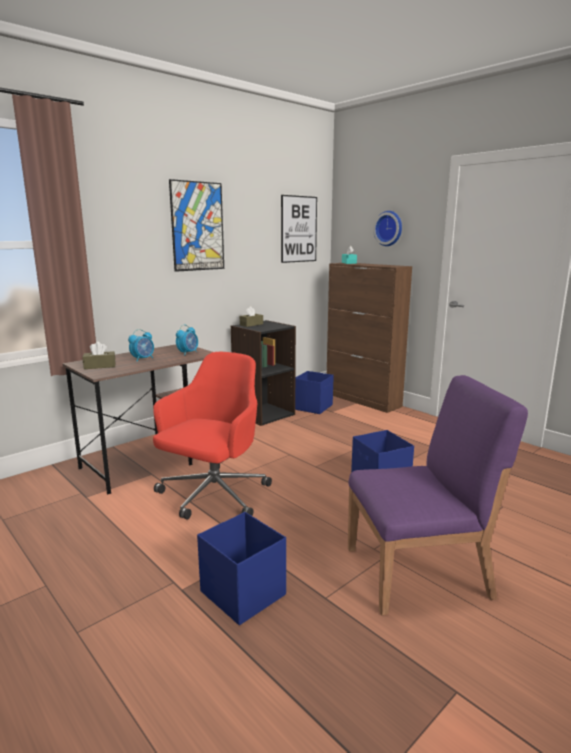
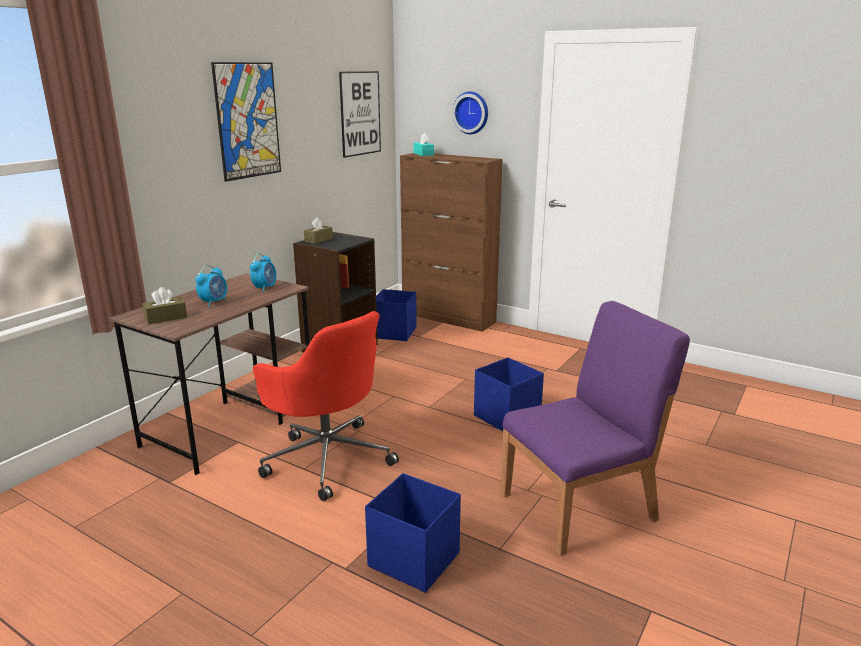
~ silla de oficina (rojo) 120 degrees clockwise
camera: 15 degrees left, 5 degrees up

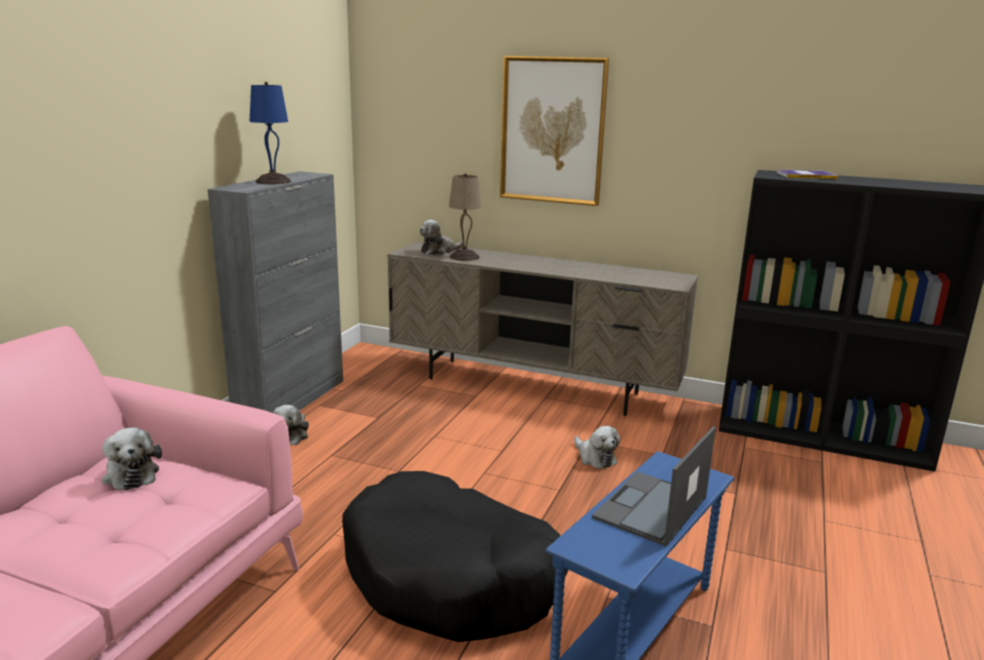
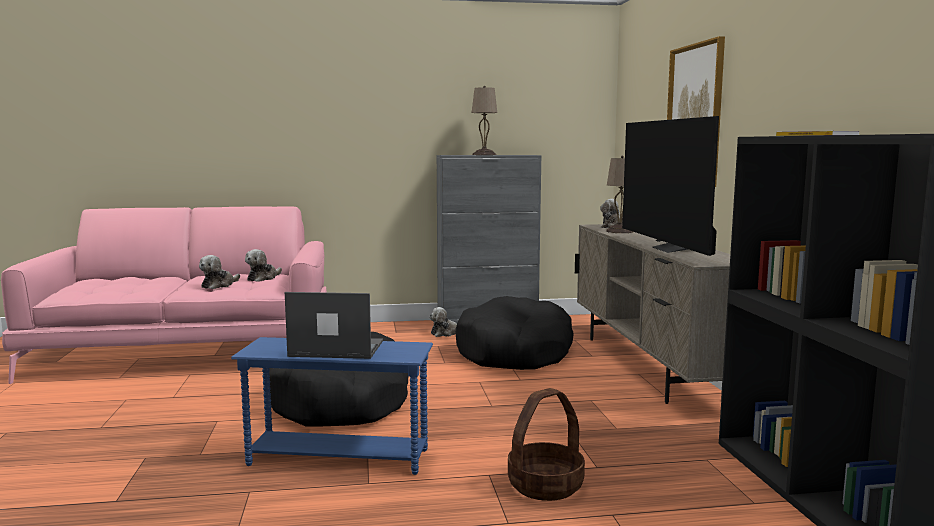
+ cama para perro (negro) (2nd from left)
+ cesta
+ televisor
~ peluche (4th from left in the first image) to peluche (1st from left)
~ lámpara de mesa (azul) to lámpara de mesa (beis) (1st from left)
camera: 60 degrees right, 10 degrees down

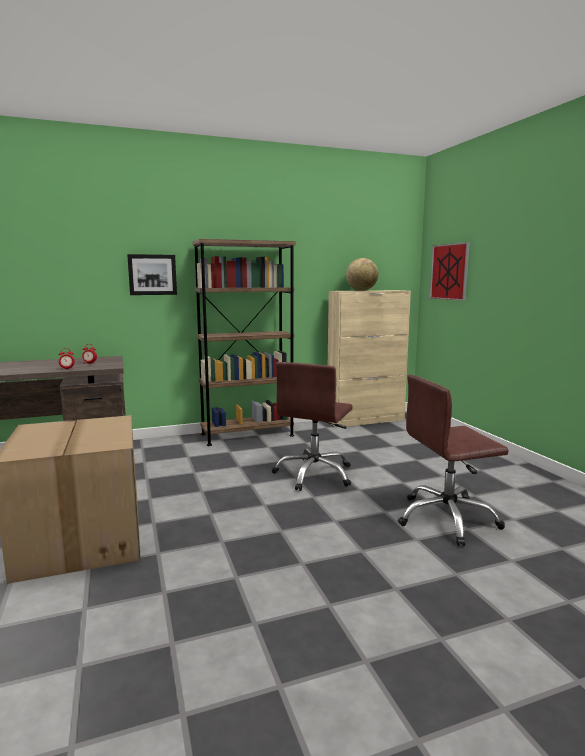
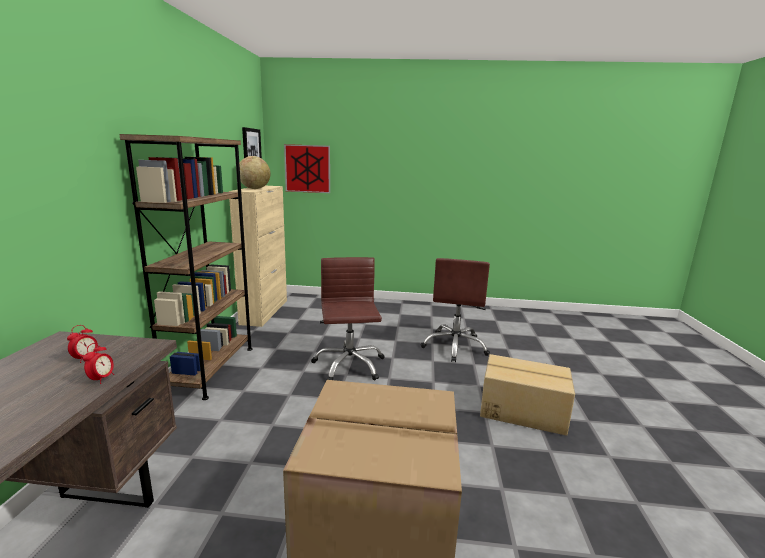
+ caja de cartón (2nd from left)
~ cuadro (1st from left)
~ silla de oficina (marrón) (1st from left) 150 degrees counterclockwise
camera: 65 degrees left, 5 degrees up

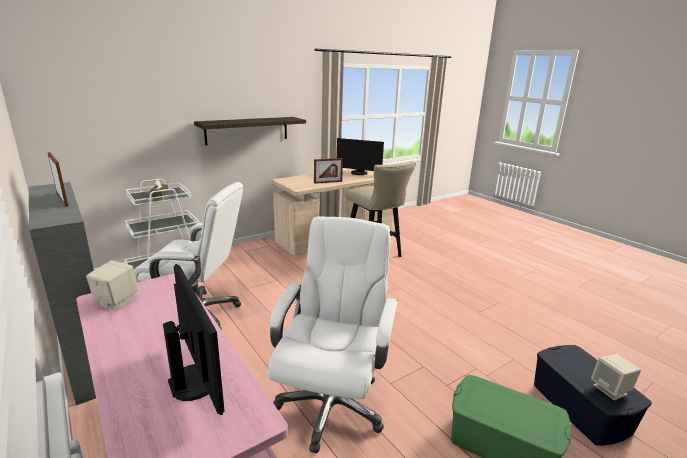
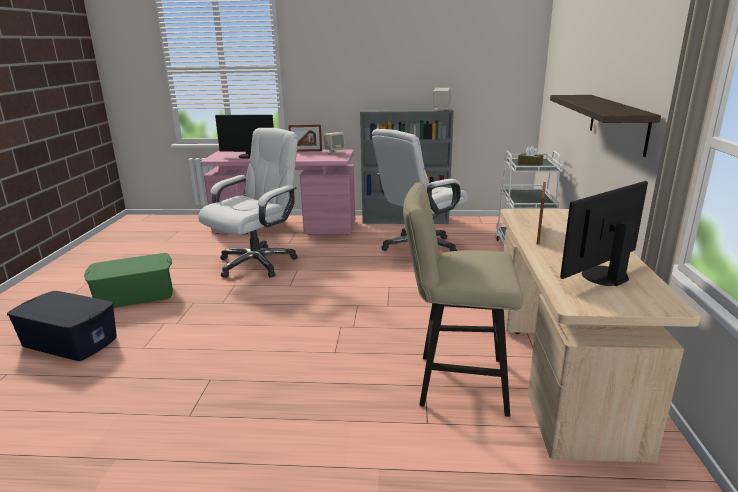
~ portarretratos (1st from left)
~ altavoz (beis) (2nd from left)
~ silla de oficina (blanco) (2nd from left in the first image) 105 degrees counterclockwise
camera: 130 degrees right, 0 degrees up

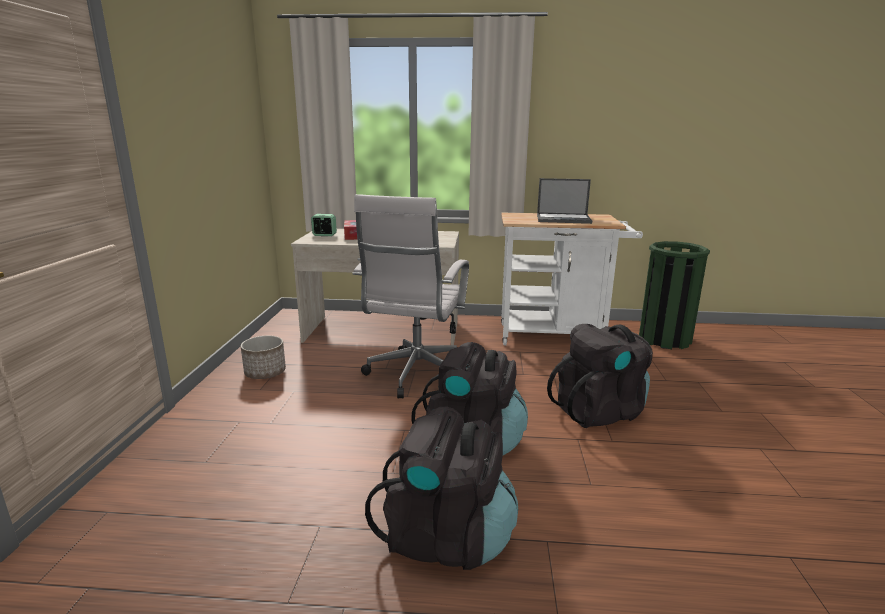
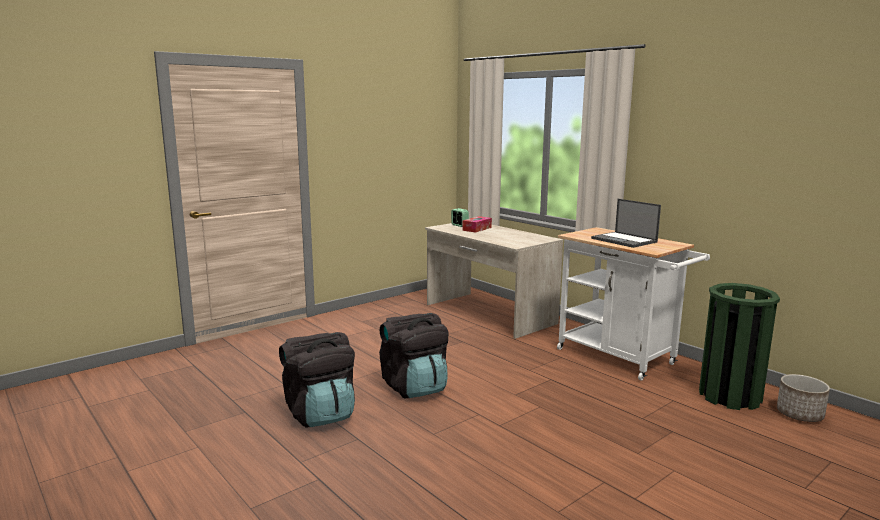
- silla de oficina (blanco)
- mochila (negro) (3rd from left)
~ maceta
camera: 45 degrees right, 5 degrees down

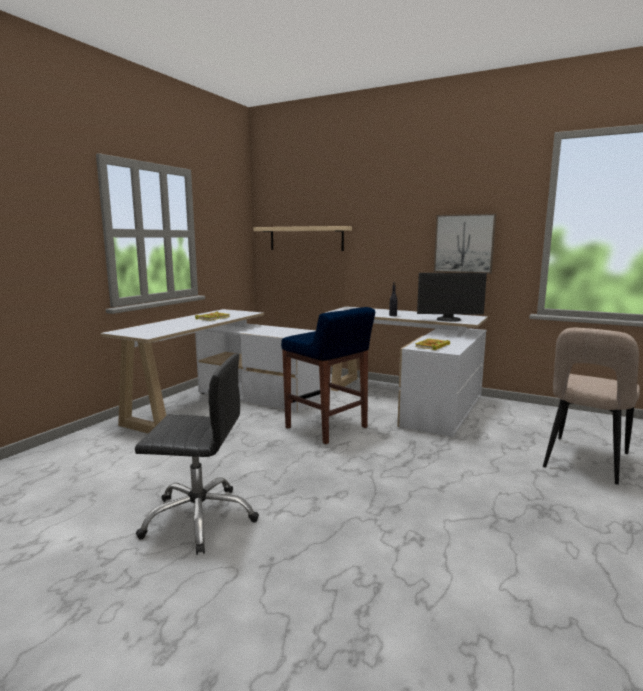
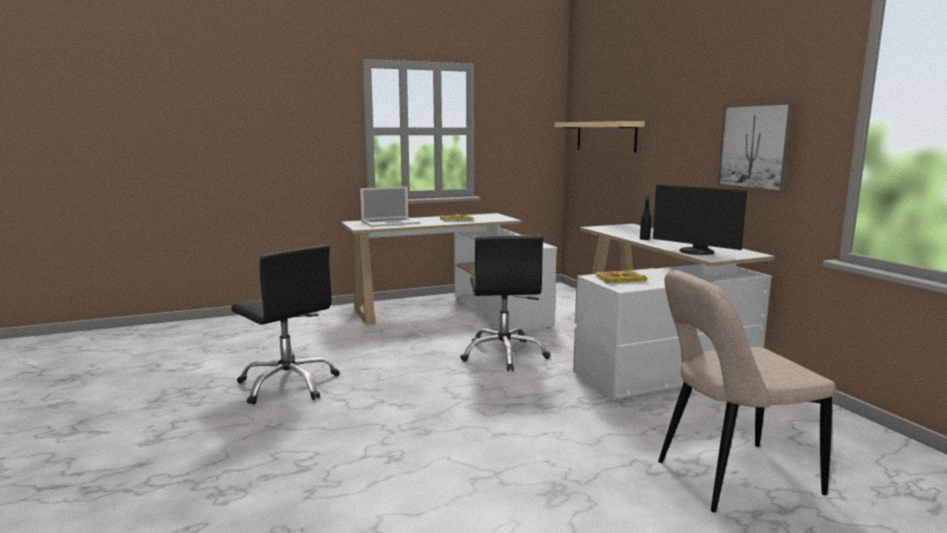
+ portátil
~ taburete (azul) to silla de oficina (negro) (2nd from left)
camera: 40 degrees right, 0 degrees up

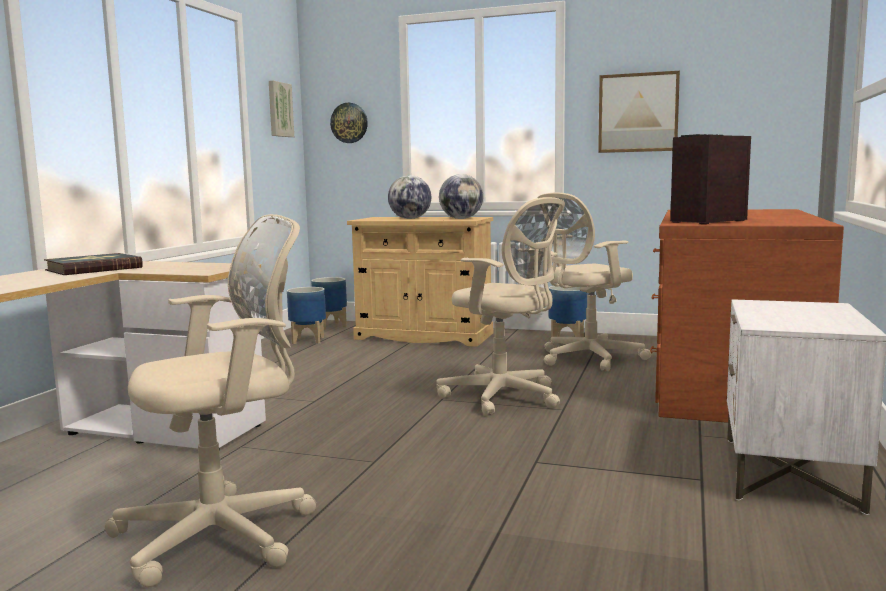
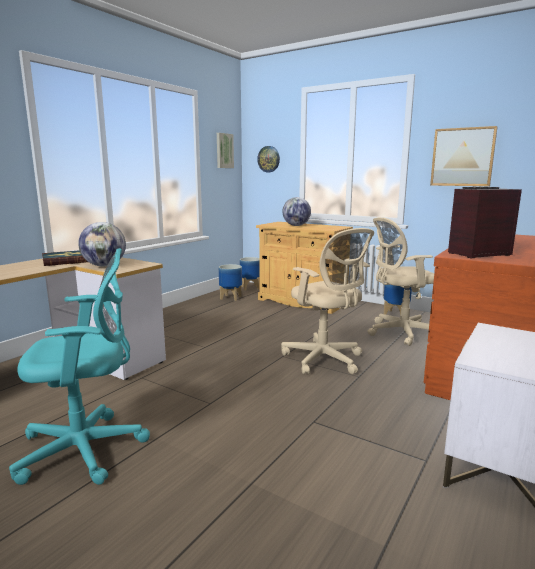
~ globo terráqueo (2nd from left in the first image) to globo terráqueo (1st from left)
~ silla de oficina (beis) (1st from left) to silla de oficina (turquesa)
camera: 15 degrees right, 5 degrees up

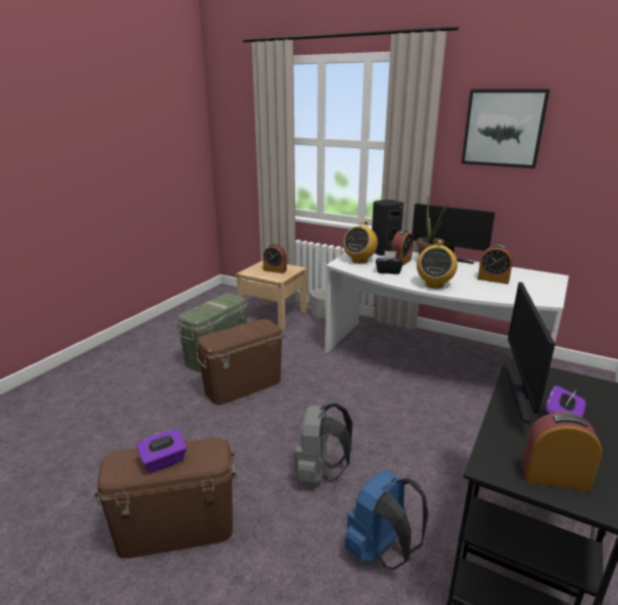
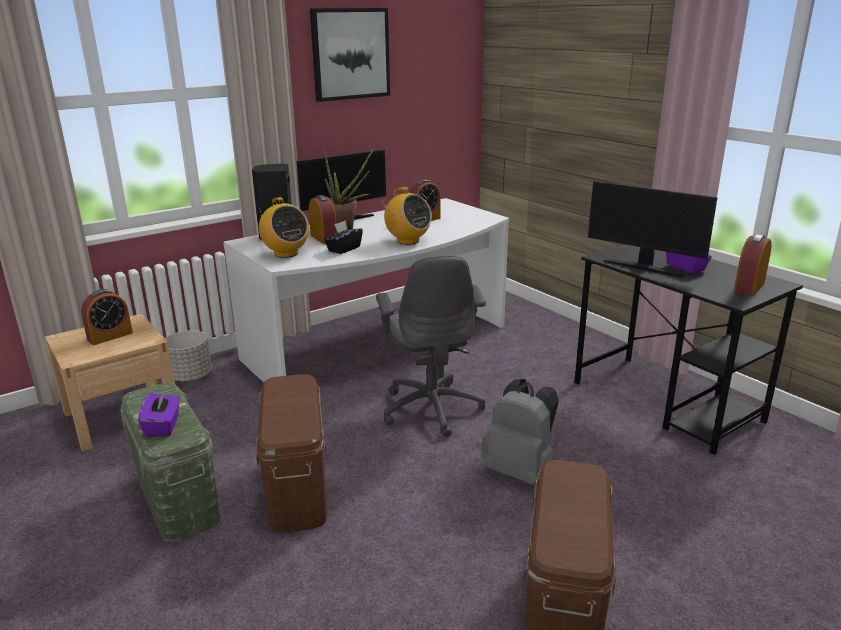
- mochila (azul)
+ silla de oficina (gris)
~ caja de pañuelos (morado) (1st from left)
camera: 65 degrees left, 0 degrees up

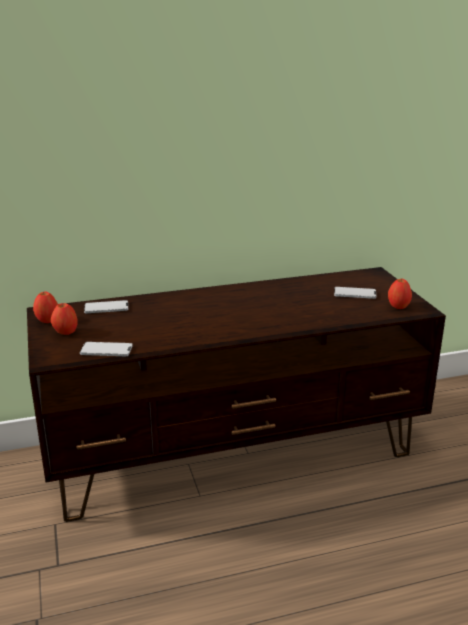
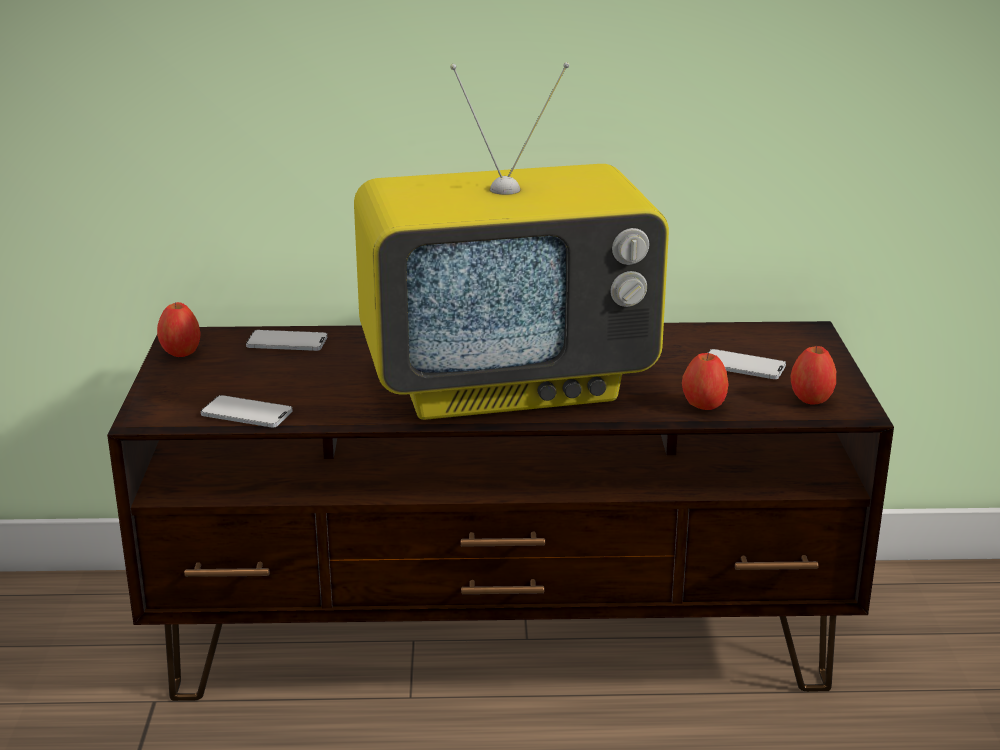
+ televisor
~ manzana (2nd from left)
camera: 15 degrees right, 0 degrees up

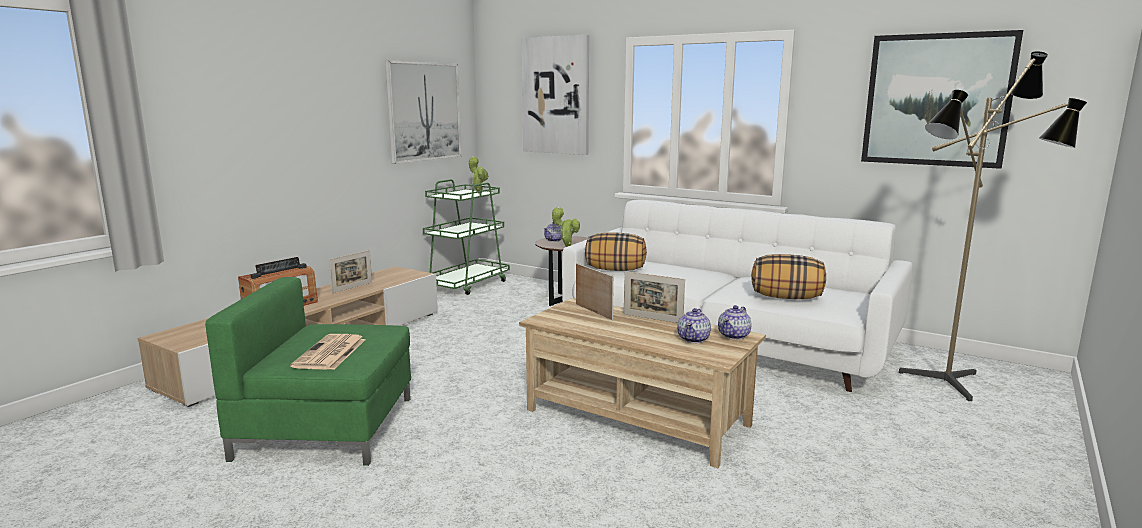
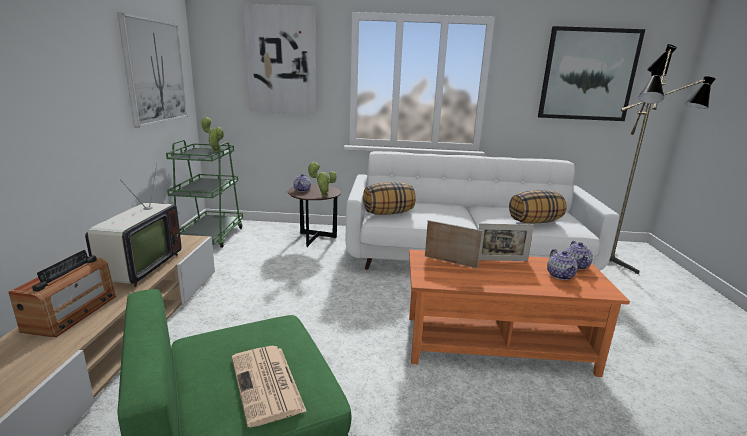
~ portarretratos (1st from left) to televisor
~ mesa de centro (beis) to mesa de centro (naranja)
camera: 30 degrees left, 5 degrees up

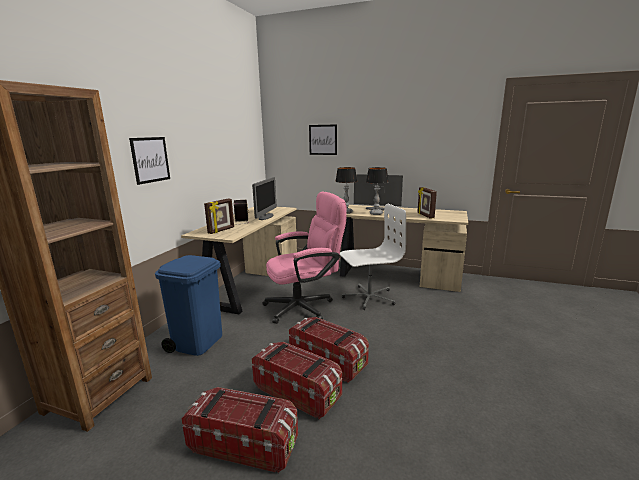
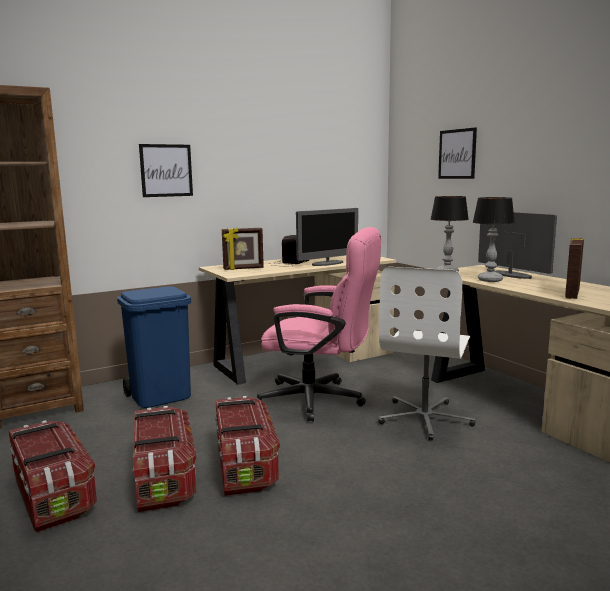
~ silla de oficina (blanco) 90 degrees clockwise
camera: 40 degrees right, 5 degrees down

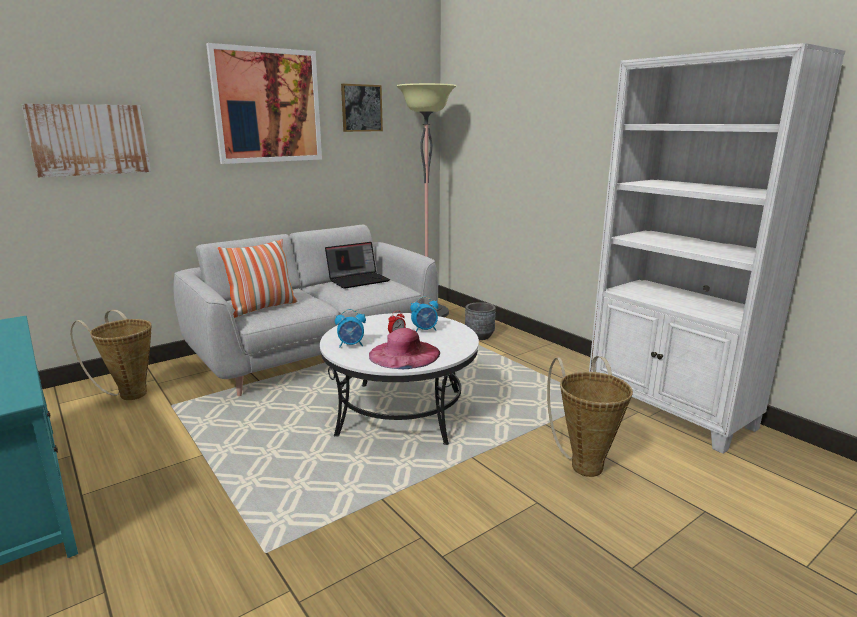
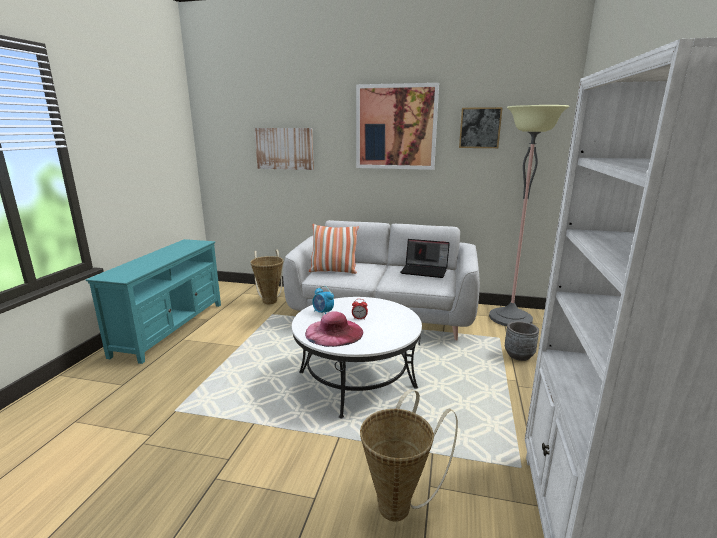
- despertador (3rd from left)
camera: 50 degrees right, 0 degrees up

